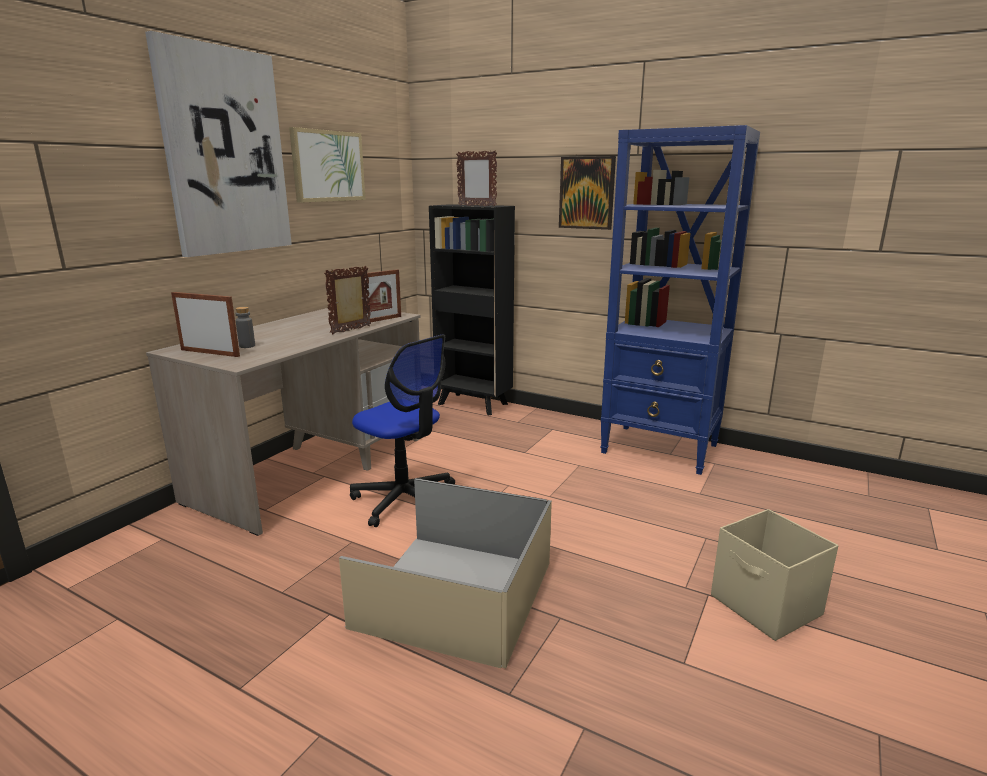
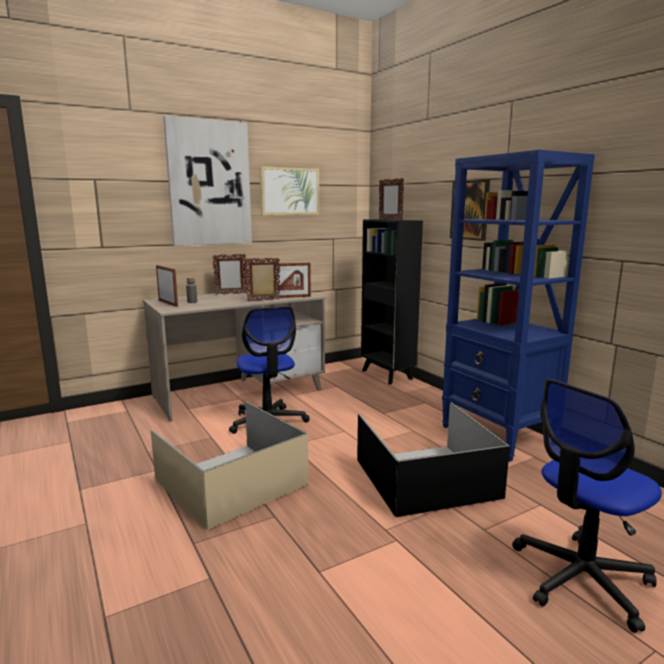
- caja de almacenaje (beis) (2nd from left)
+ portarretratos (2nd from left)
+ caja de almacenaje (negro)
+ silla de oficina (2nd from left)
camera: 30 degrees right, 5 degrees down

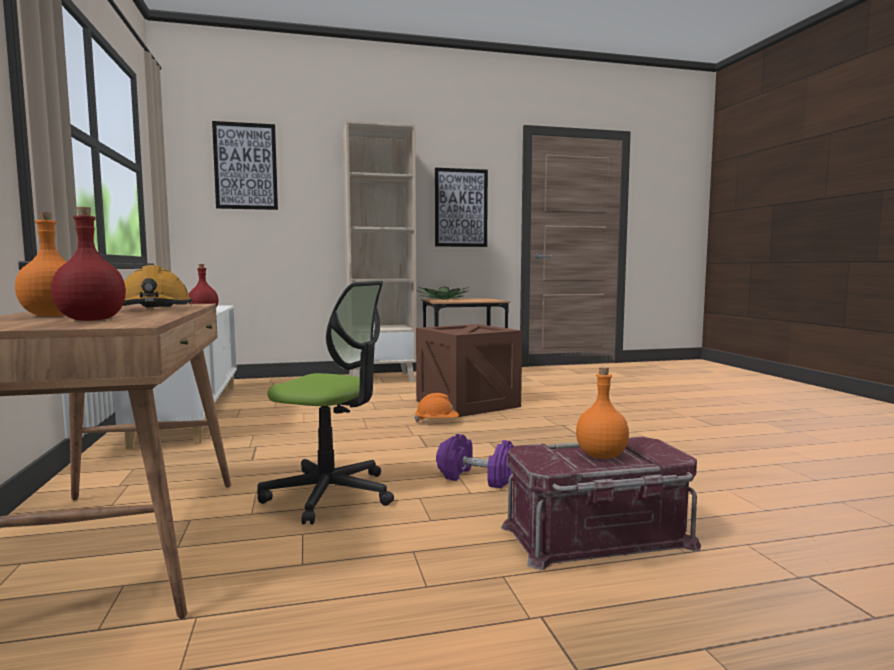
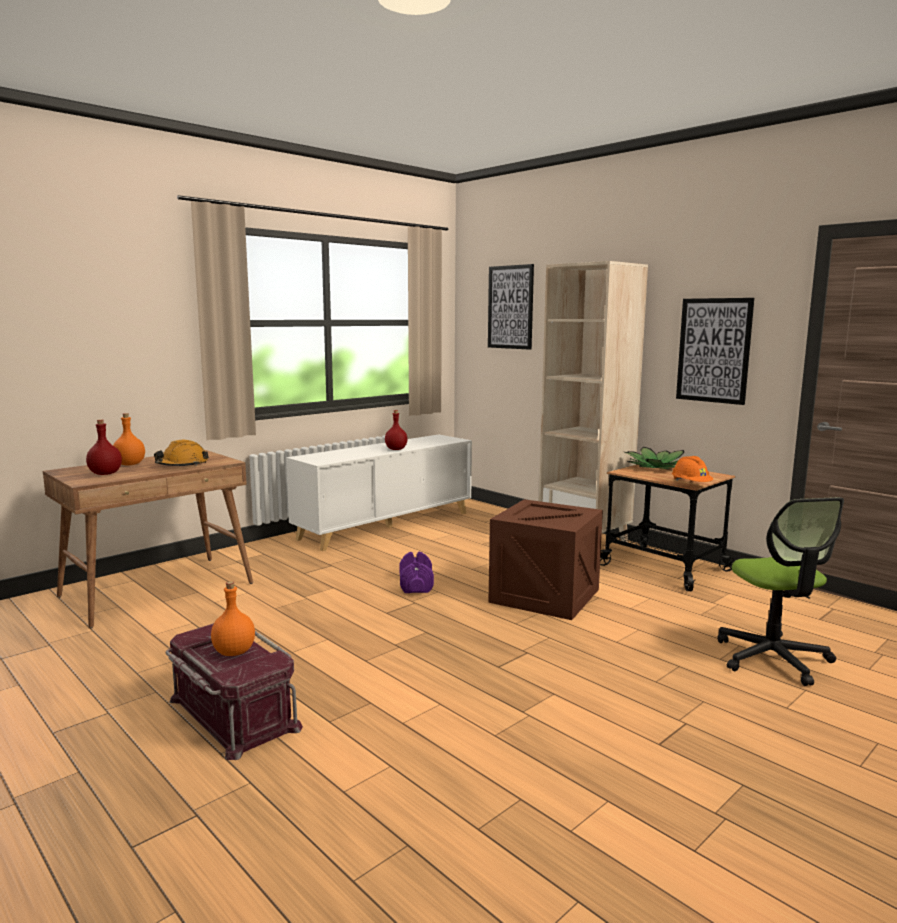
~ silla de oficina
~ casco (naranja) (2nd from left)
~ mancuerna (morado)
camera: 60 degrees right, 5 degrees up

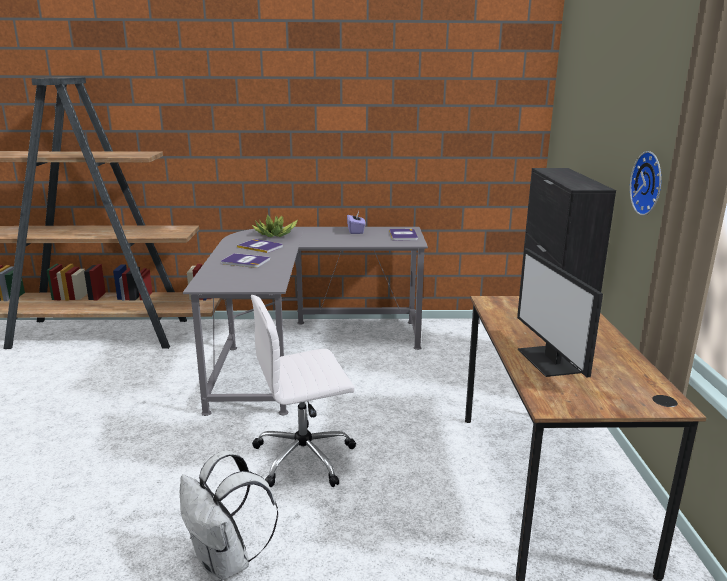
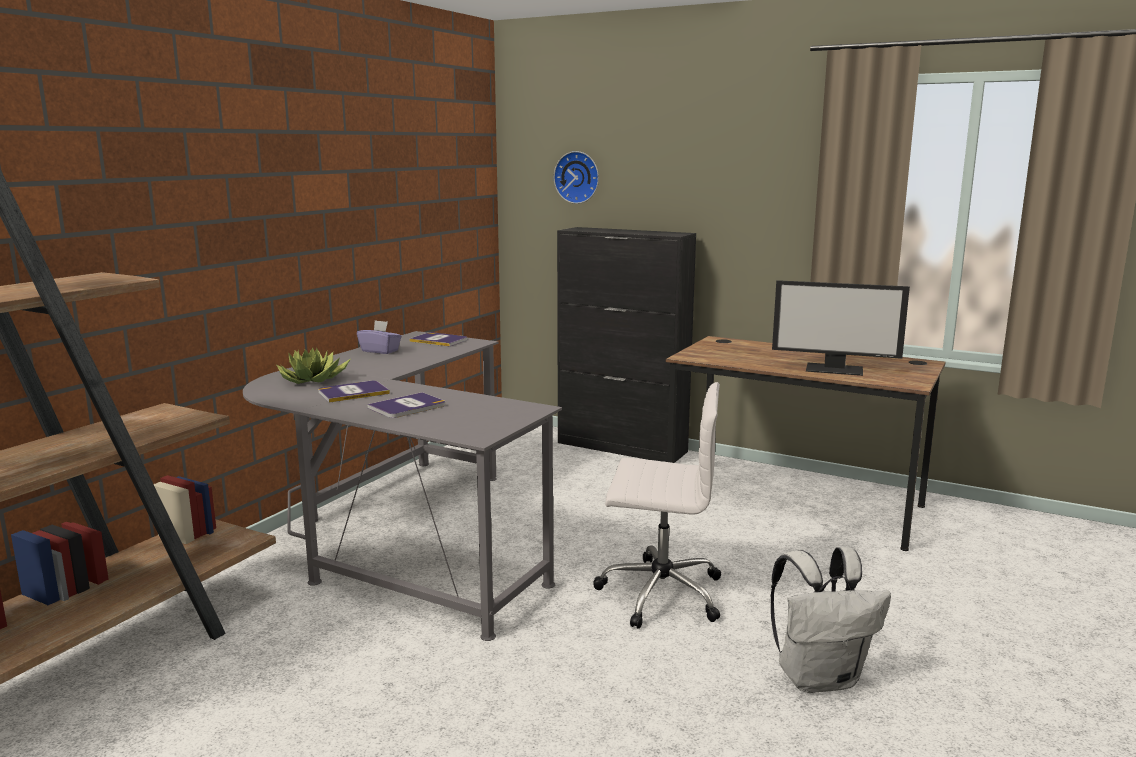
~ reloj de pared
~ silla de oficina (blanco) 90 degrees counterclockwise
camera: 60 degrees left, 5 degrees down

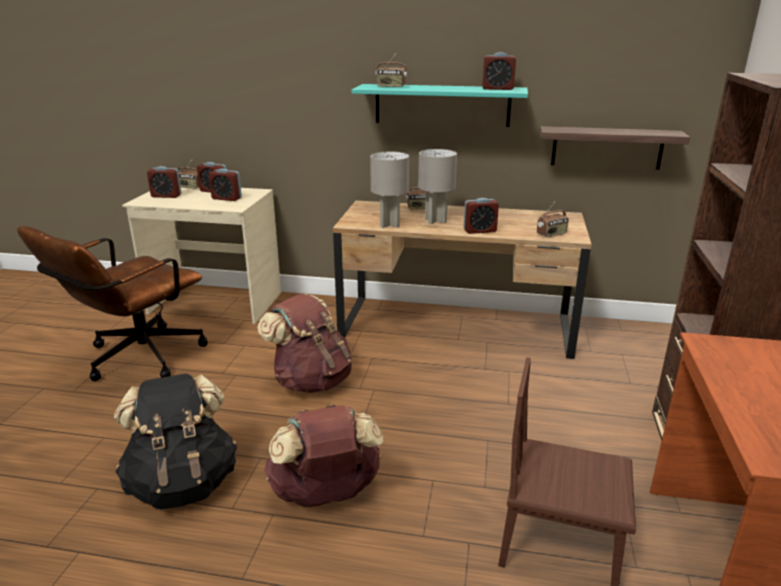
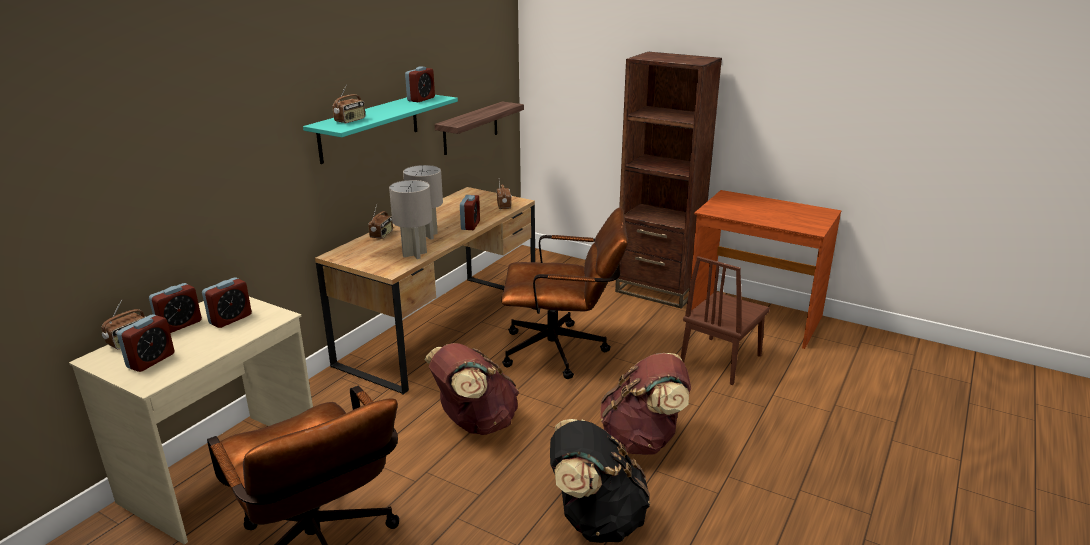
+ silla de oficina (marrón) (2nd from left)
camera: 70 degrees left, 0 degrees up

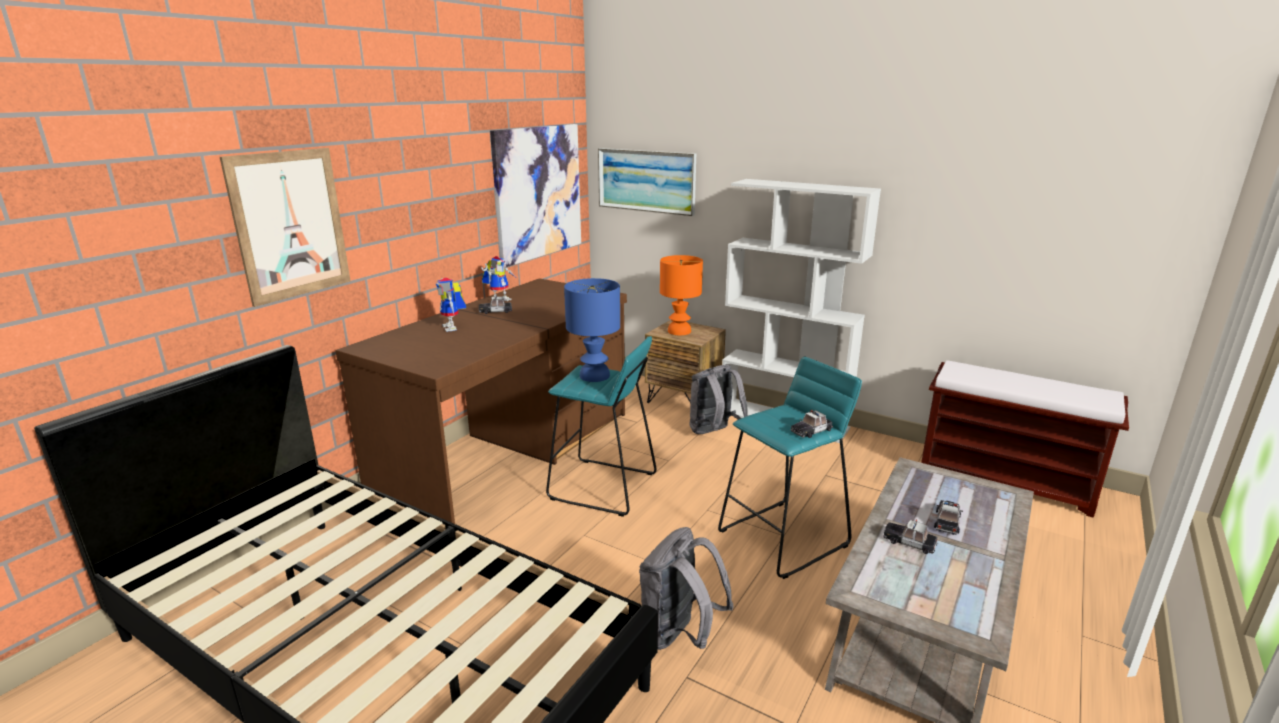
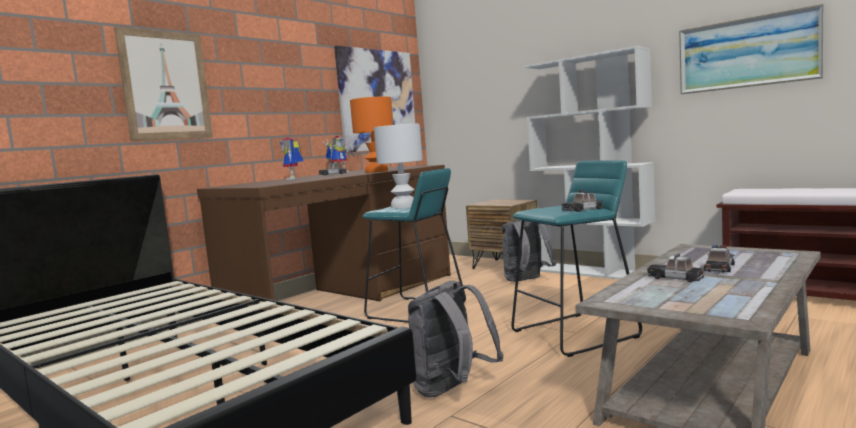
~ cuadro (3rd from left)
~ lámpara de mesa (naranja)
~ lámpara de mesa (azul) to lámpara de mesa (blanco)
camera: 10 degrees right, 15 degrees down

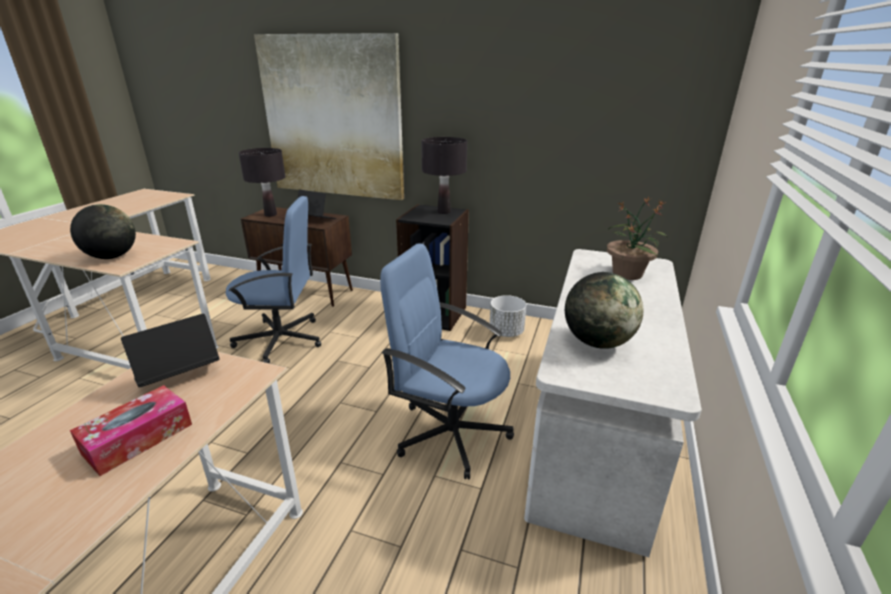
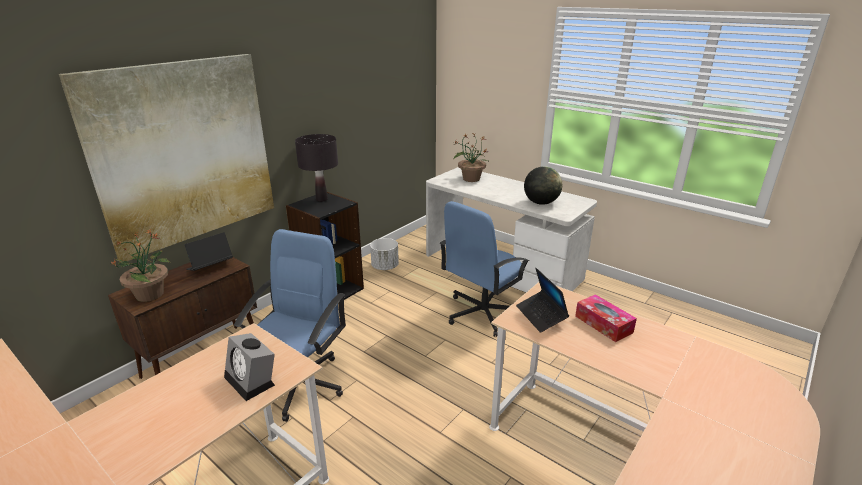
~ globo terráqueo (1st from left) to despertador
~ lámpara de mesa (negro) (1st from left) to planta en maceta (1st from left)
camera: 70 degrees left, 0 degrees up

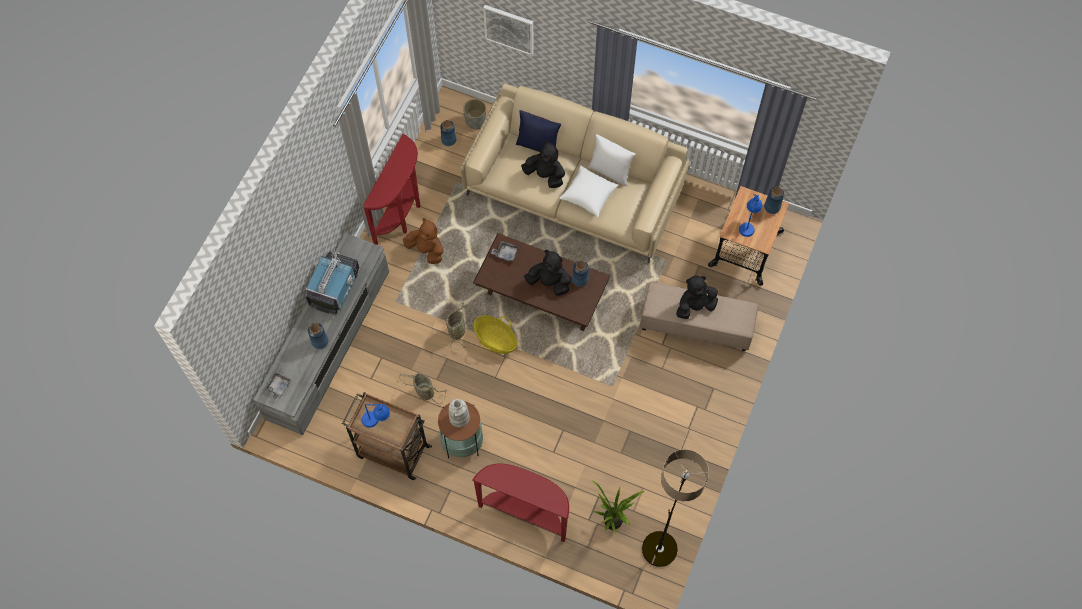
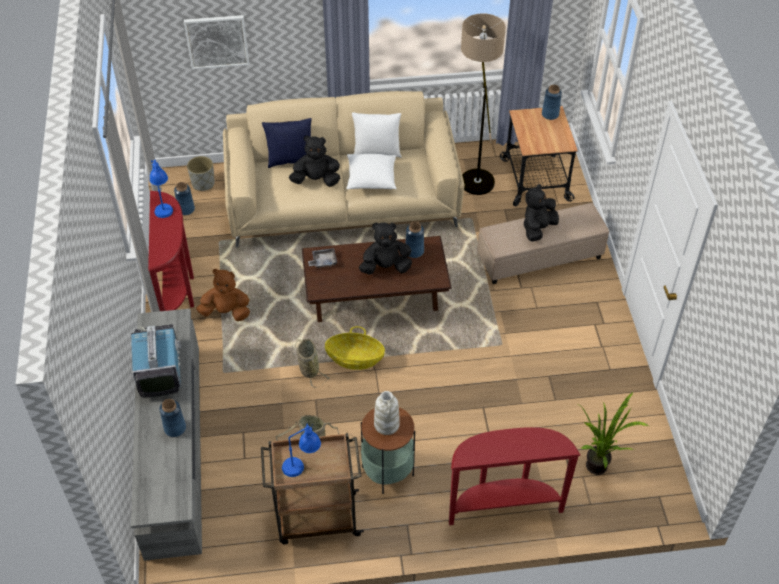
- bandeja (gris) (1st from left)
~ lámpara de pie
~ lámpara de mesa (azul) (2nd from left in the first image) to lámpara de mesa (azul) (1st from left)
camera: 30 degrees left, 15 degrees down

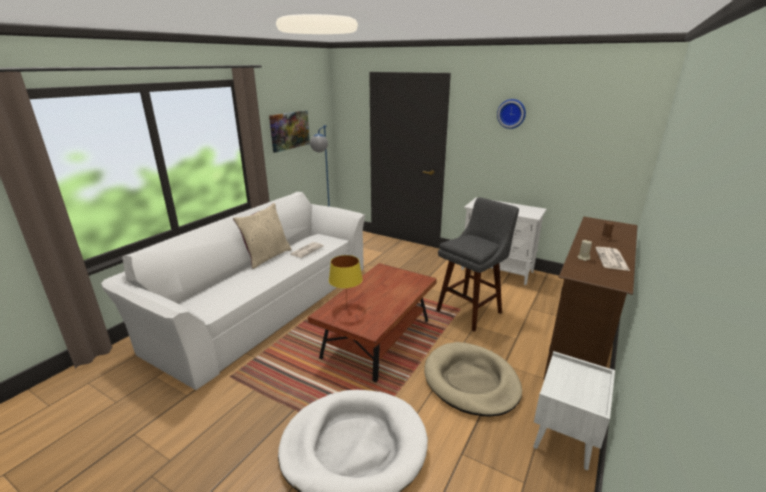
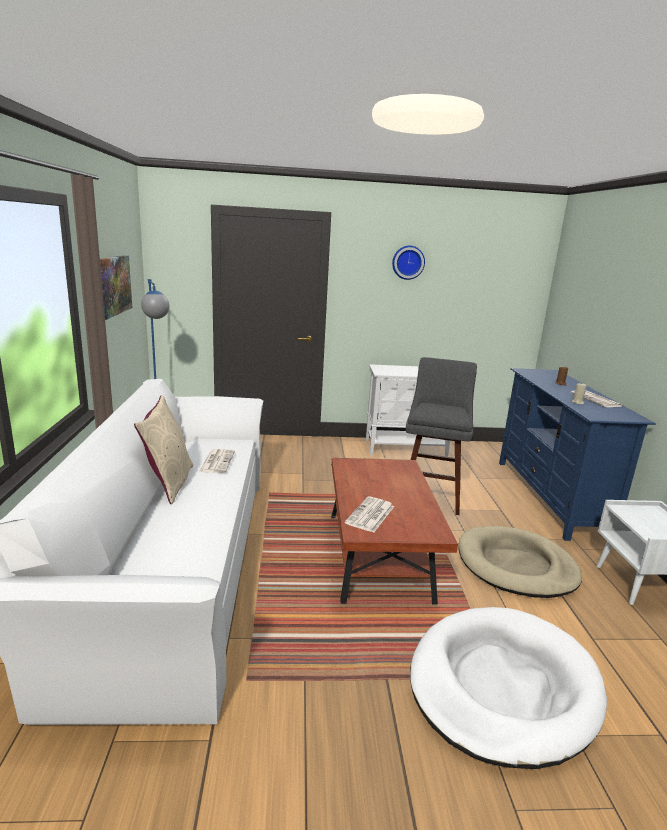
~ lámpara de mesa (amarillo) to periódico (2nd from left)
~ mueble de televisión (marrón) to mueble de televisión (azul)
camera: 35 degrees left, 5 degrees down

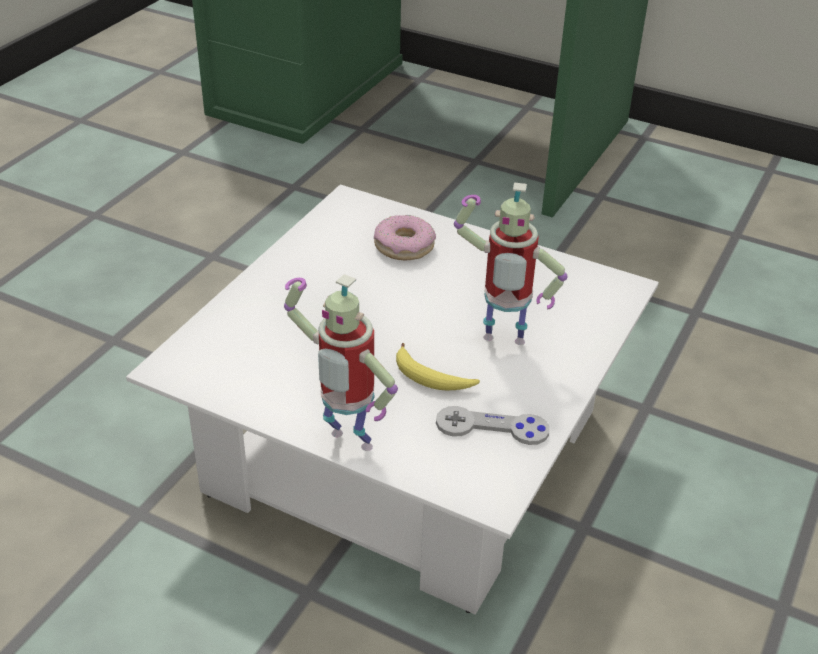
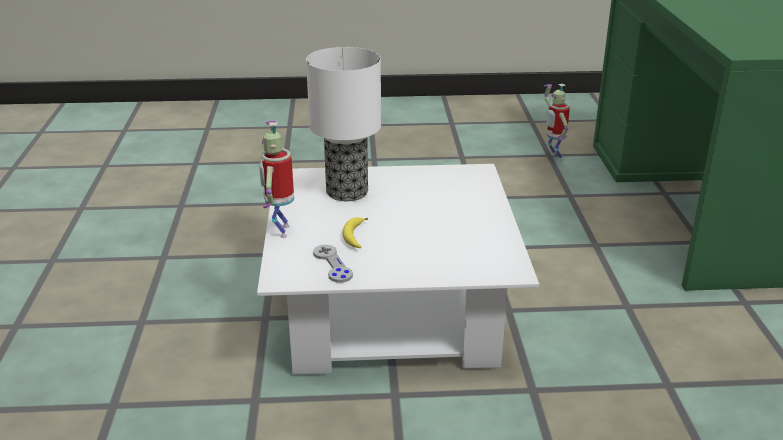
- rosquilla
+ lámpara de mesa
~ robot de juguete (2nd from left)
camera: 60 degrees right, 10 degrees down

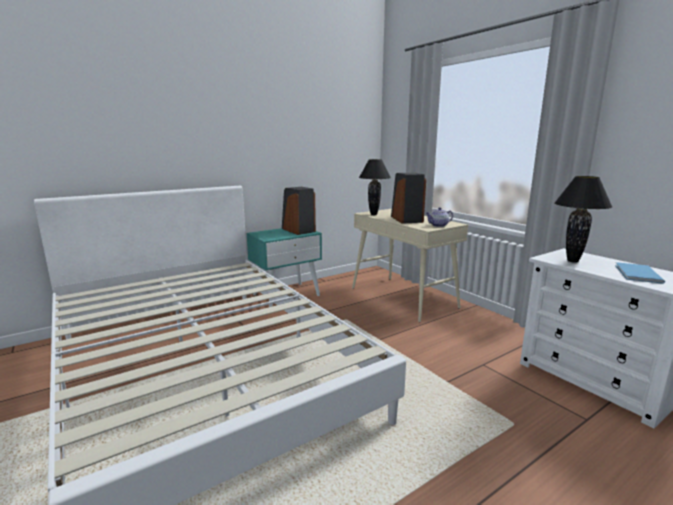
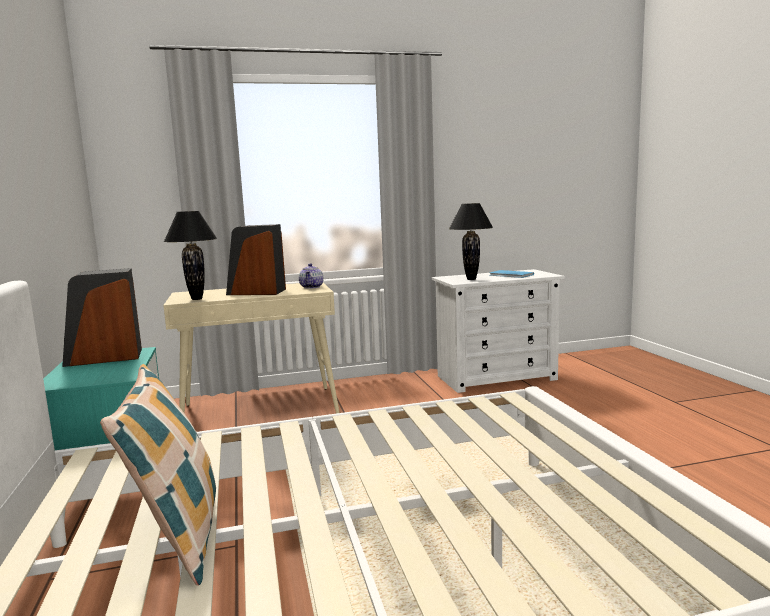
+ cojín
camera: 70 degrees left, 5 degrees down

